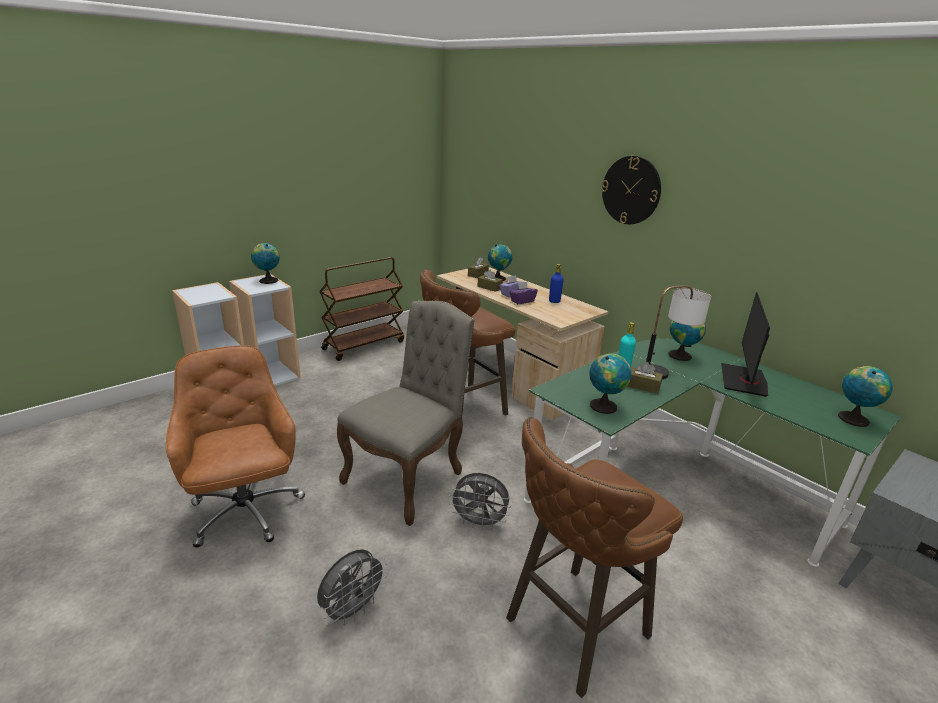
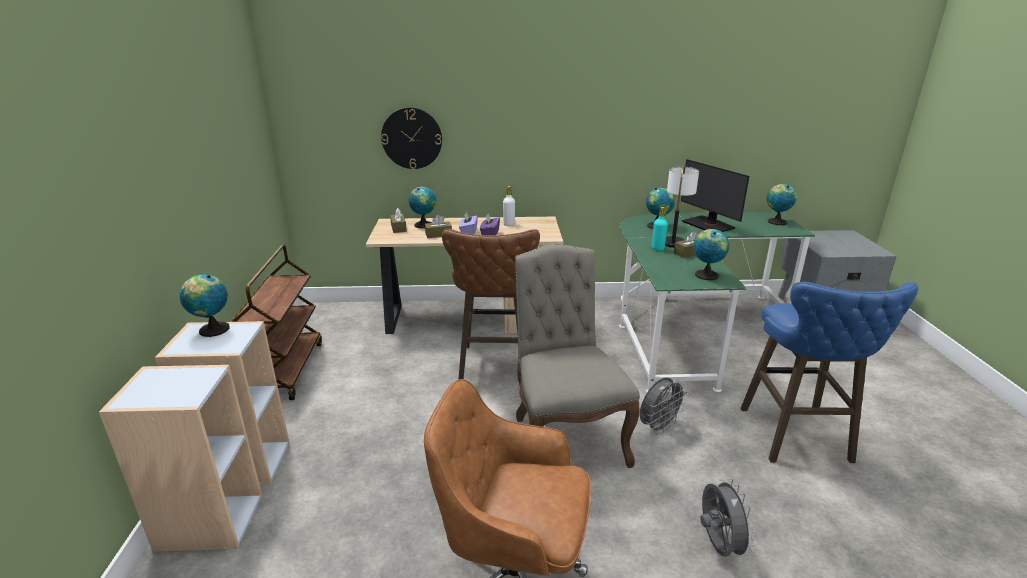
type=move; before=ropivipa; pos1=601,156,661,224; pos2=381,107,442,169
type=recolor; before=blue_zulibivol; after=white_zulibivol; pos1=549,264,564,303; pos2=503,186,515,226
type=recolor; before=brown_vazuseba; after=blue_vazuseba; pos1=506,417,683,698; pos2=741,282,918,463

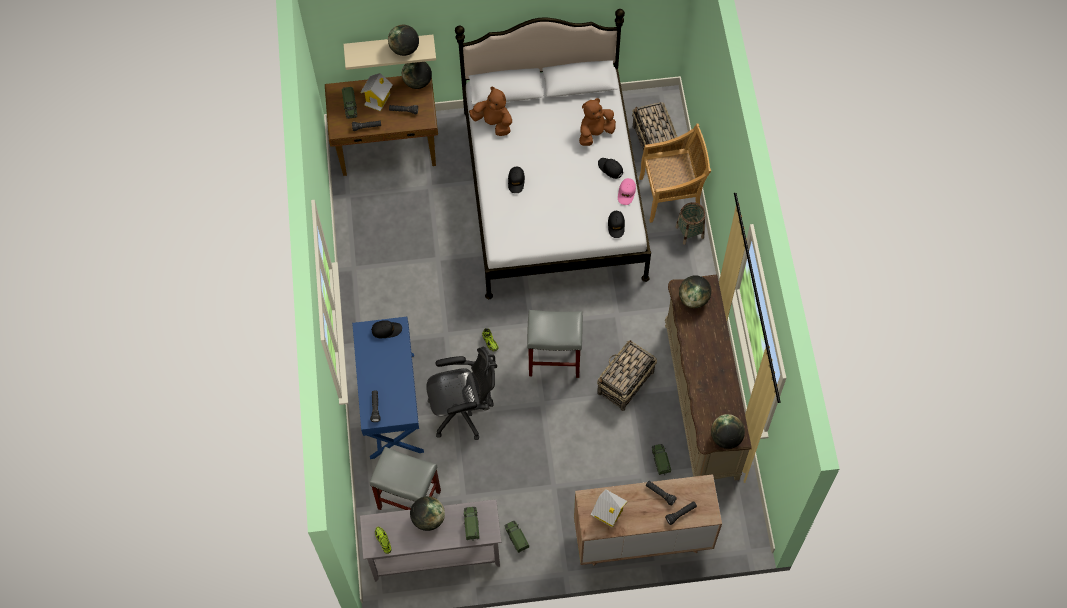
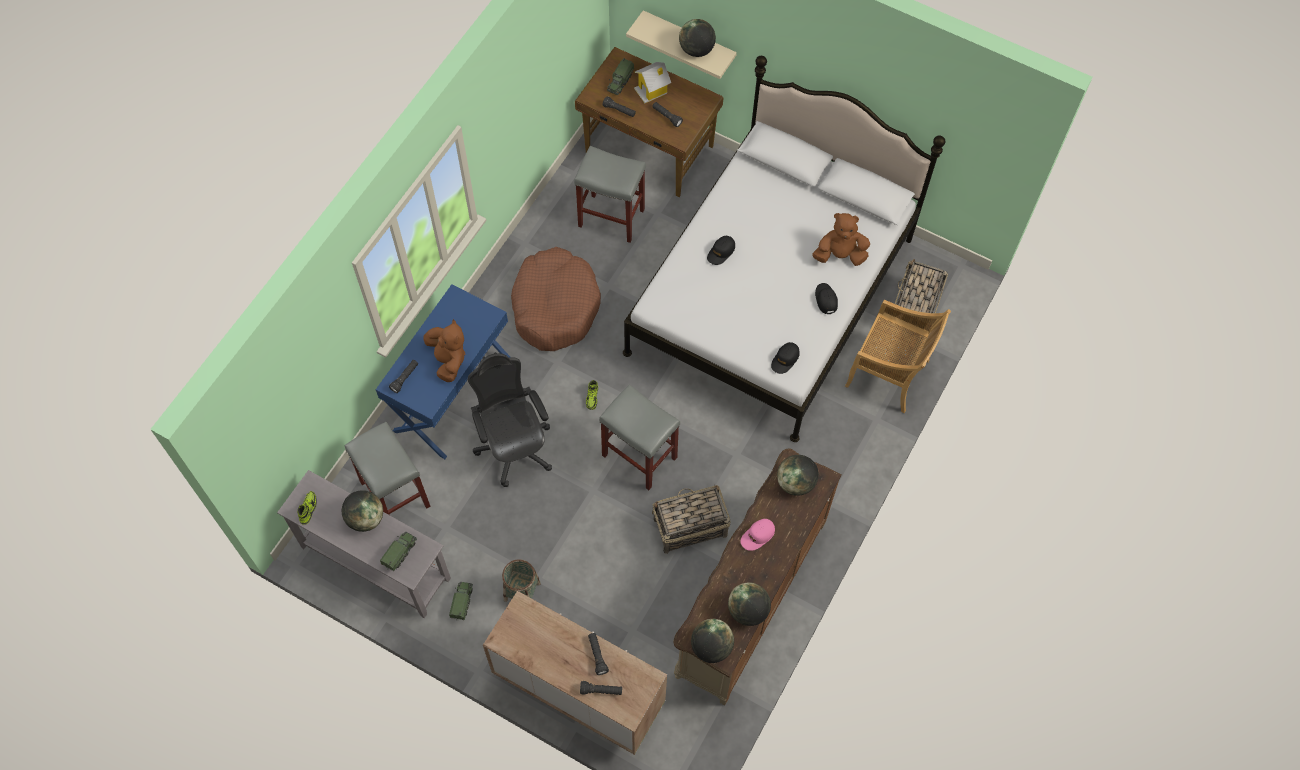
type=move; before=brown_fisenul; pos1=469,87,512,136; pos2=423,319,466,382
type=rotate; before=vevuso; pos1=426,346,497,440; pos2=468,352,552,487; turn=-135
type=move; before=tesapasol; pos1=675,202,705,245; pos2=502,559,541,602
type=insert; after=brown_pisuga; pos2=511,247,601,351
type=insert; after=grey_vazuseba; pos2=574,146,646,243
type=move; before=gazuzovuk; pos1=402,62,432,89; pos2=728,582,771,626
type=move; before=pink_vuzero; pos1=618,178,636,205; pos2=740,519,775,551
type=delete; before=black_vuzero; pos1=371,320,402,338
type=delete; before=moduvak; pos1=591,490,628,528
type=delete; before=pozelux; pos1=652,444,671,475

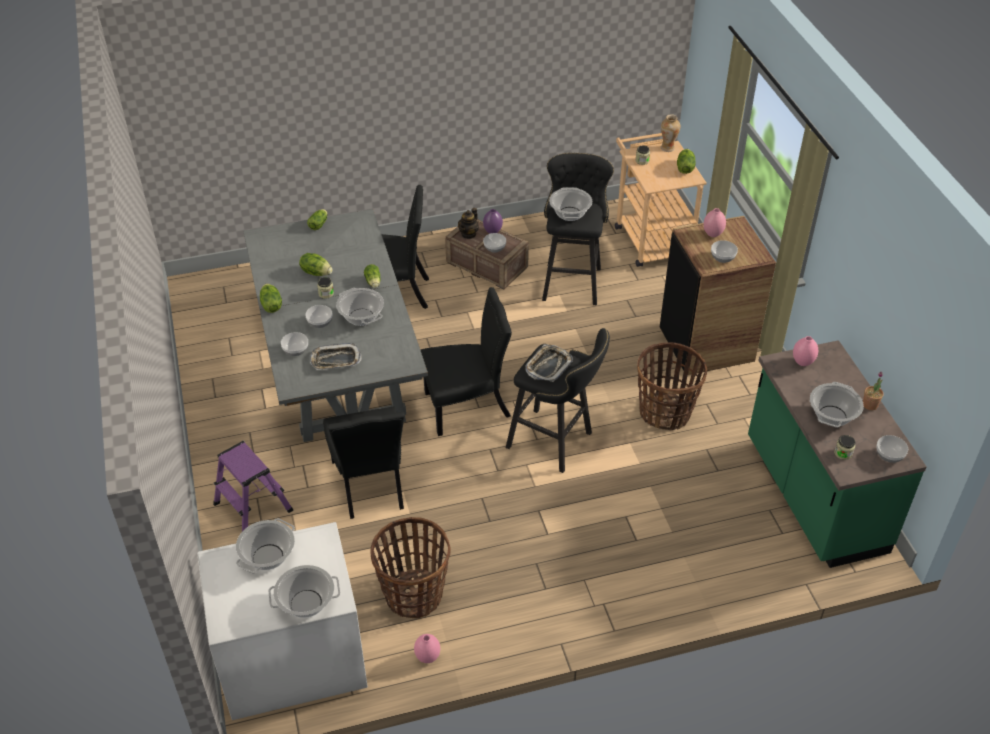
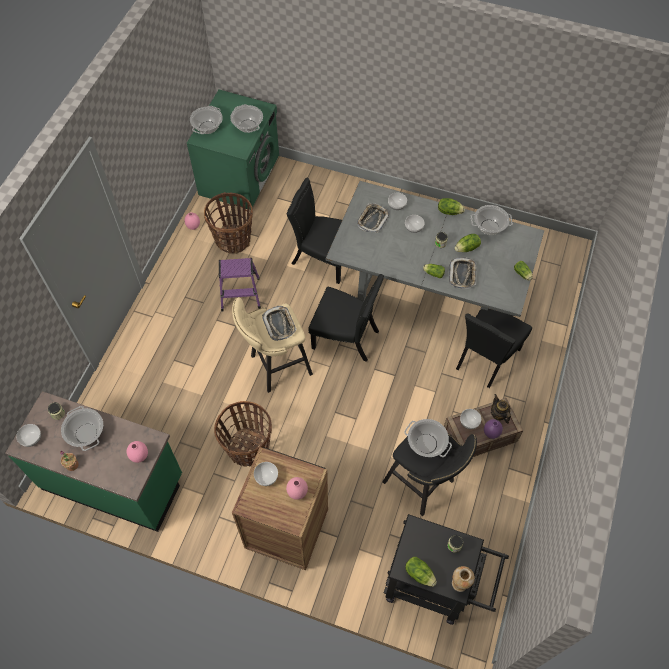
type=recolor; before=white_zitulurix; after=green_zitulurix; pos1=197,522,368,720; pos2=187,89,279,210
type=move; before=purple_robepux; pos1=213,441,293,531; pos2=219,258,261,312
type=recolor; before=black_vazuseba; after=beige_vazuseba; pos1=506,328,610,473; pos2=232,297,313,393
type=rotate; before=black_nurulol; pos1=421,287,512,436; pos2=308,274,384,362; turn=-90
type=recolor; before=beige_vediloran; after=black_vediloran; pos1=615,133,707,267; pos2=384,514,509,625
type=insert; after=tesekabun; pos2=449,257,476,289
type=move; before=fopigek; pos1=336,288,384,326; pos2=471,205,512,235

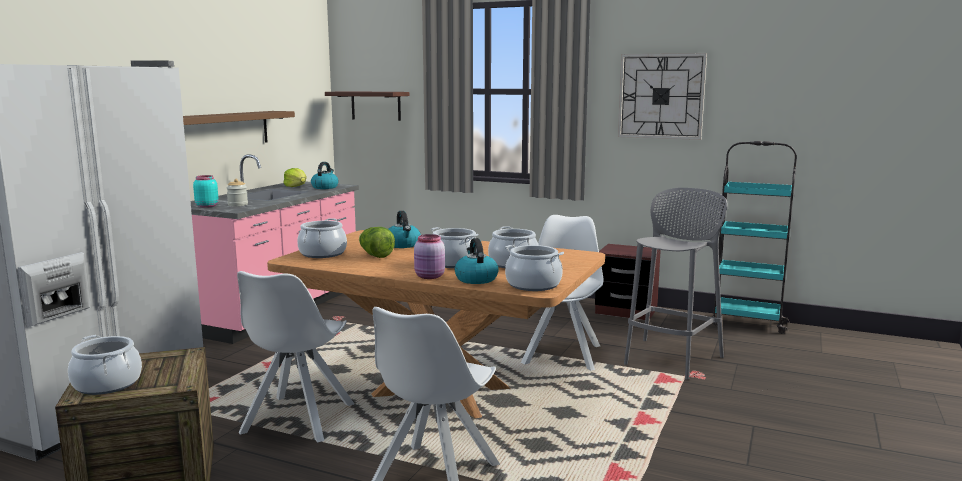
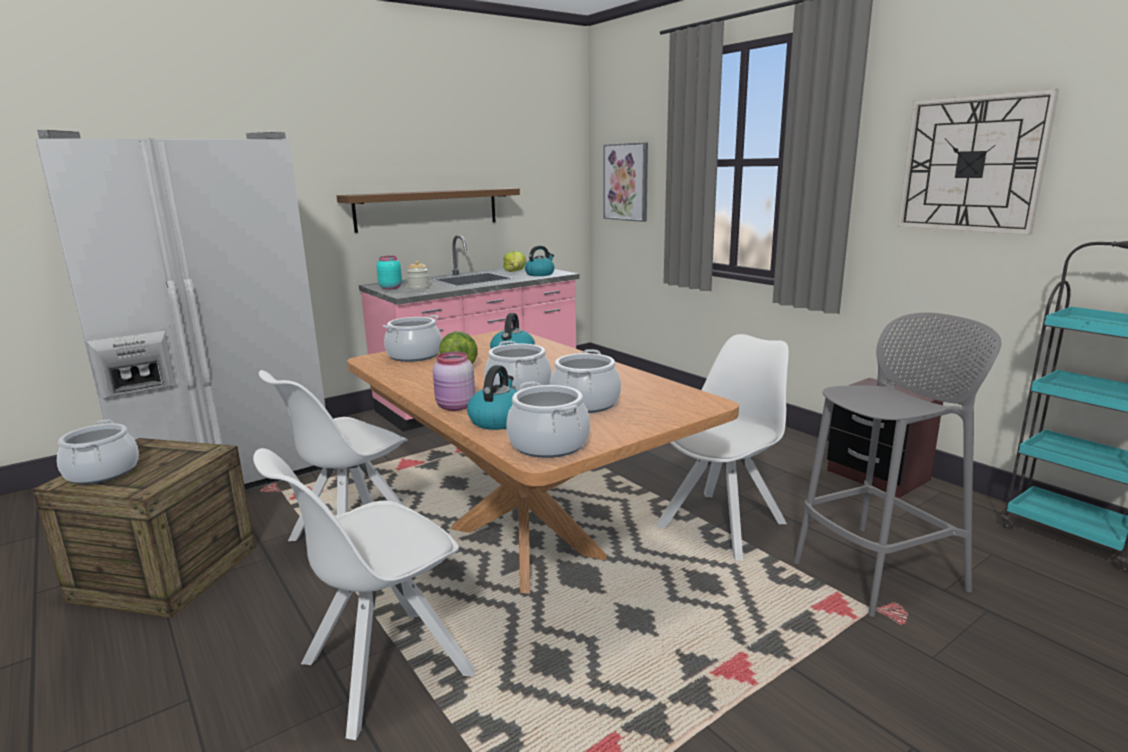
type=replace; before=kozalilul; after=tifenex; pos1=325,91,409,121; pos2=603,142,648,222

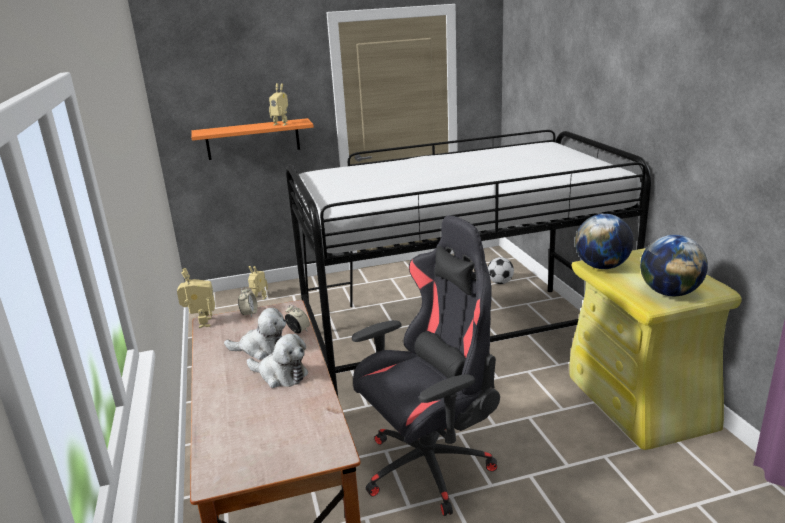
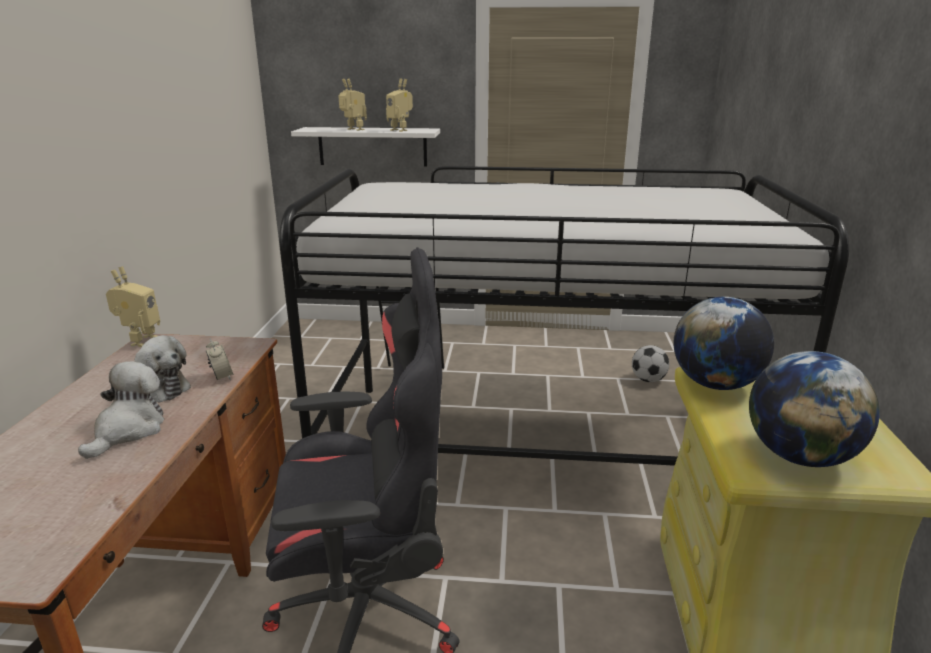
type=rotate; before=fisenul; pos1=247,334,308,388; pos2=78,361,164,459; turn=-120
type=recolor; before=orange_kozalilul; after=white_kozalilul; pos1=191,118,314,160; pos2=291,127,440,167
type=move; before=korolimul; pos1=248,266,268,299; pos2=338,79,367,131
type=delete; before=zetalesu; pos1=238,287,258,317

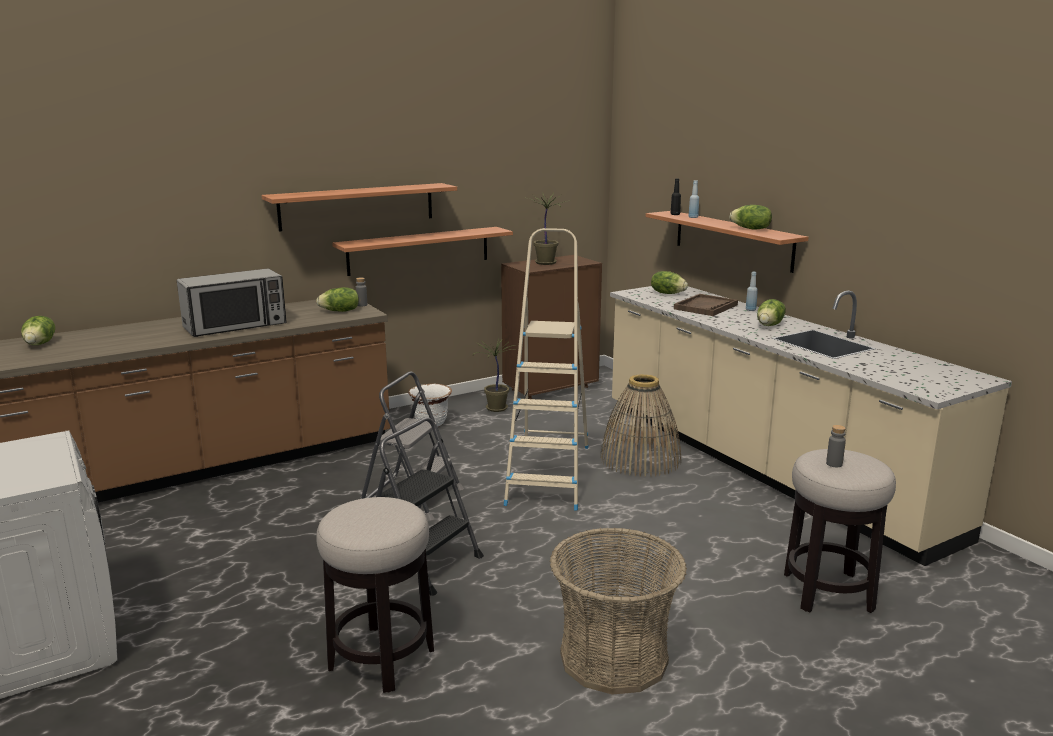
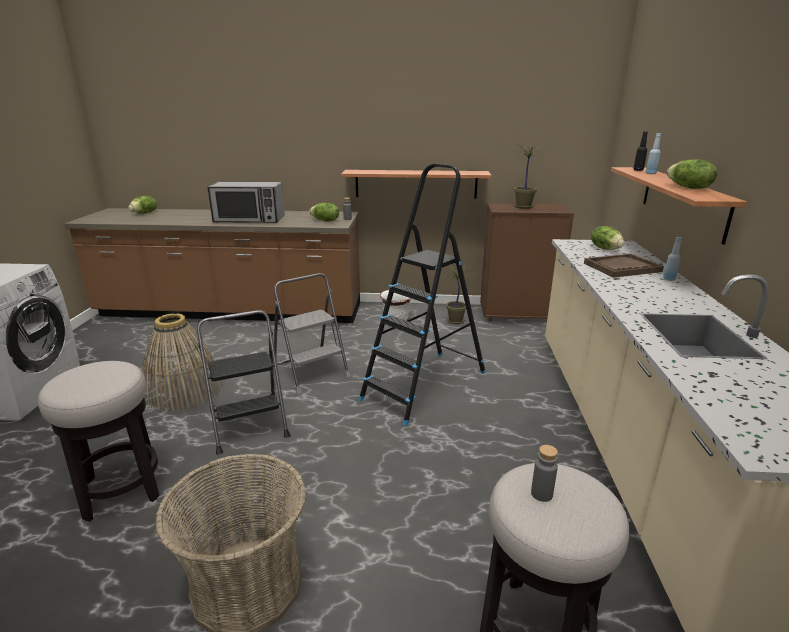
type=move; before=tesapasol; pos1=600,374,681,477; pos2=142,313,223,412
type=recolor; before=beige_robepux; after=black_robepux; pos1=504,228,589,511; pos2=359,164,486,426
type=delete; before=kozalilul; pos1=261,183,457,232
type=delete; before=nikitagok; pos1=757,299,786,326

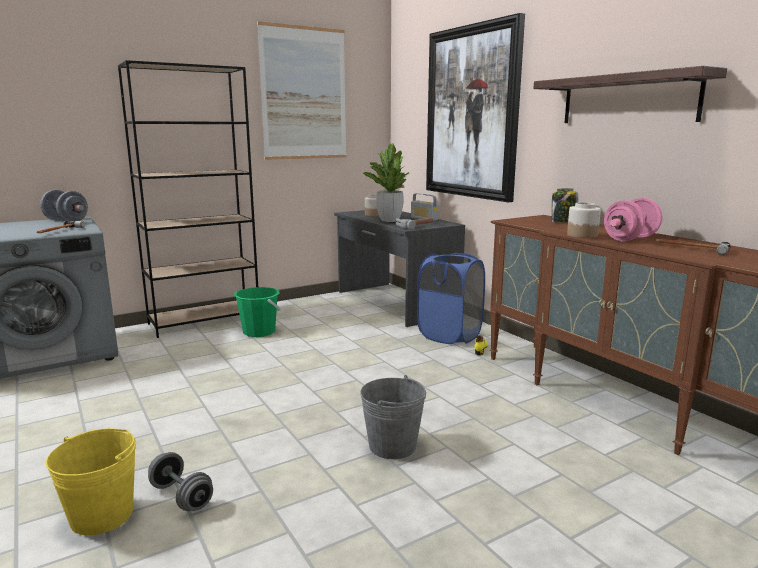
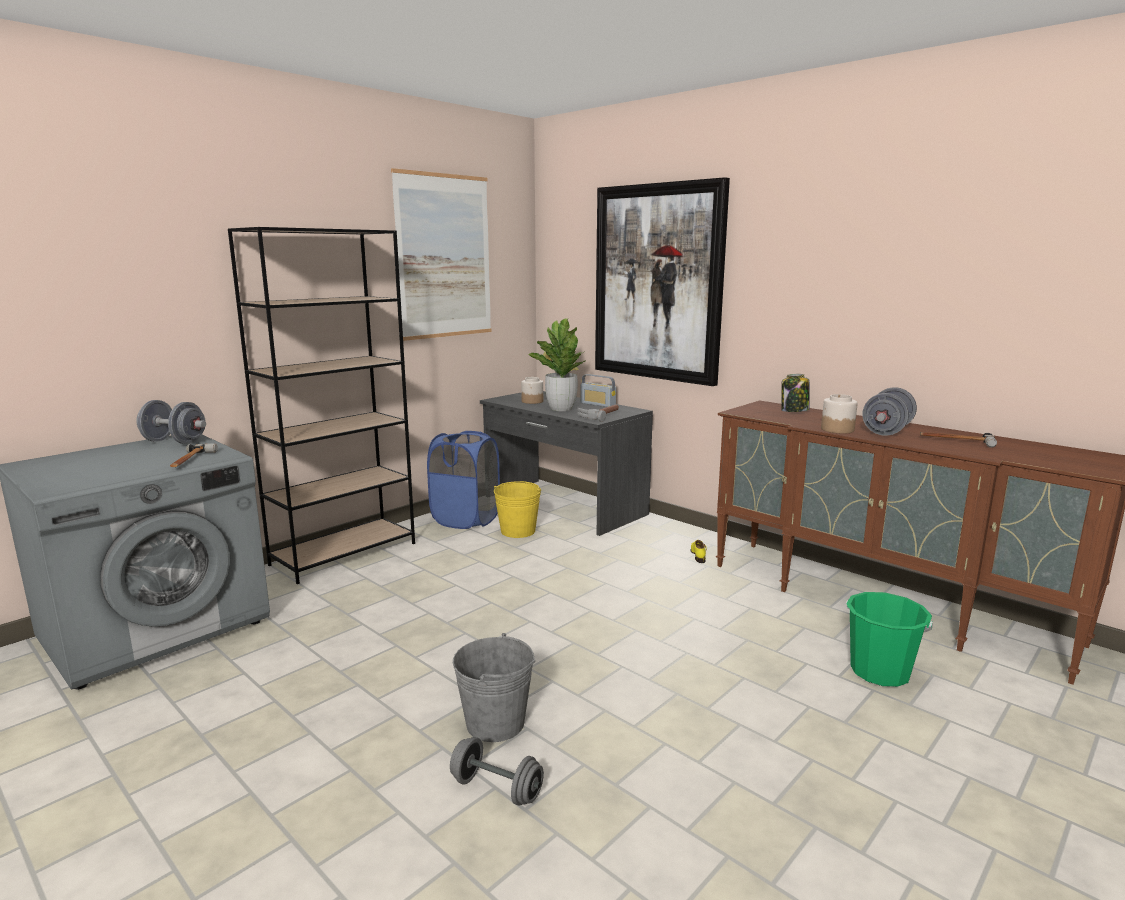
type=move; before=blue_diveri; pos1=417,253,485,344; pos2=427,431,500,529
type=move; before=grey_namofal; pos1=360,375,426,459; pos2=453,633,535,742
type=move; before=yellow_namofal; pos1=46,428,136,535; pos2=494,481,541,538
type=move; before=green_namofal; pos1=234,287,280,337; pos2=846,592,933,687
type=recolor; before=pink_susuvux; after=grey_susuvux; pos1=604,198,662,241; pos2=862,387,917,436
type=delete; before=kozalilul; pos1=533,66,727,123

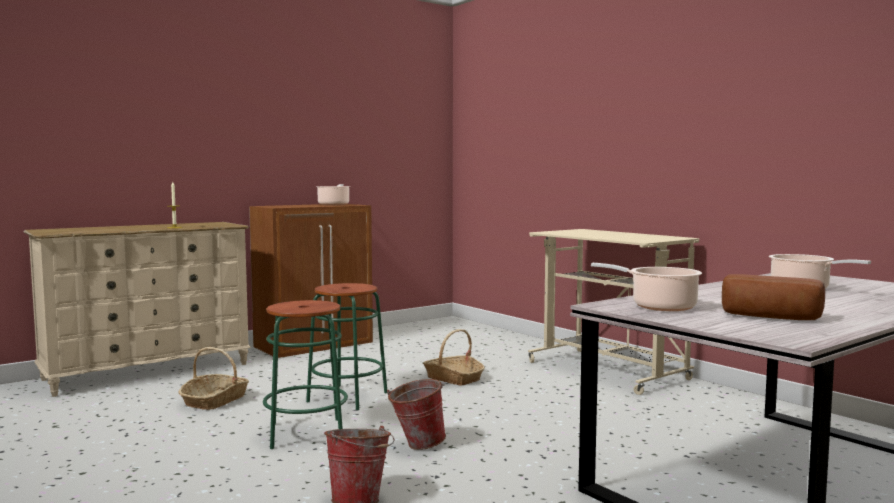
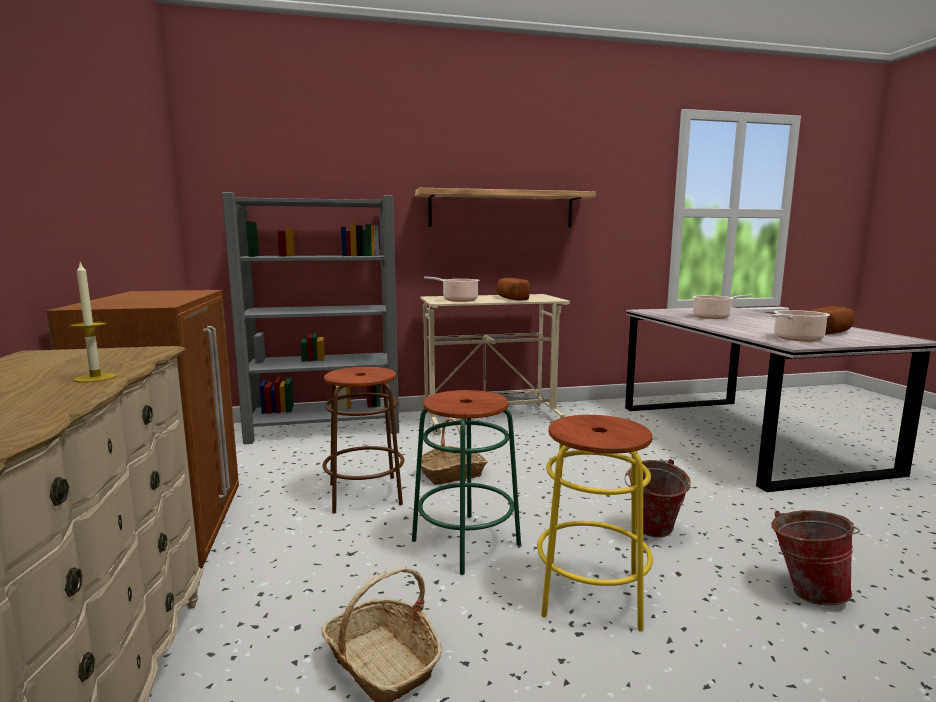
type=insert; after=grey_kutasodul; pos2=222,192,399,444
type=insert; after=brown_vazuseba; pos2=323,367,404,514
type=insert; after=kozalilul; pos2=415,188,596,227
type=move; before=fopigek; pos1=316,184,350,205; pos2=424,277,480,302
type=insert; after=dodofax; pos2=497,278,530,301
type=recolor; before=green_vazuseba; after=yellow_vazuseba; pos1=263,300,348,449; pos2=537,415,653,632

